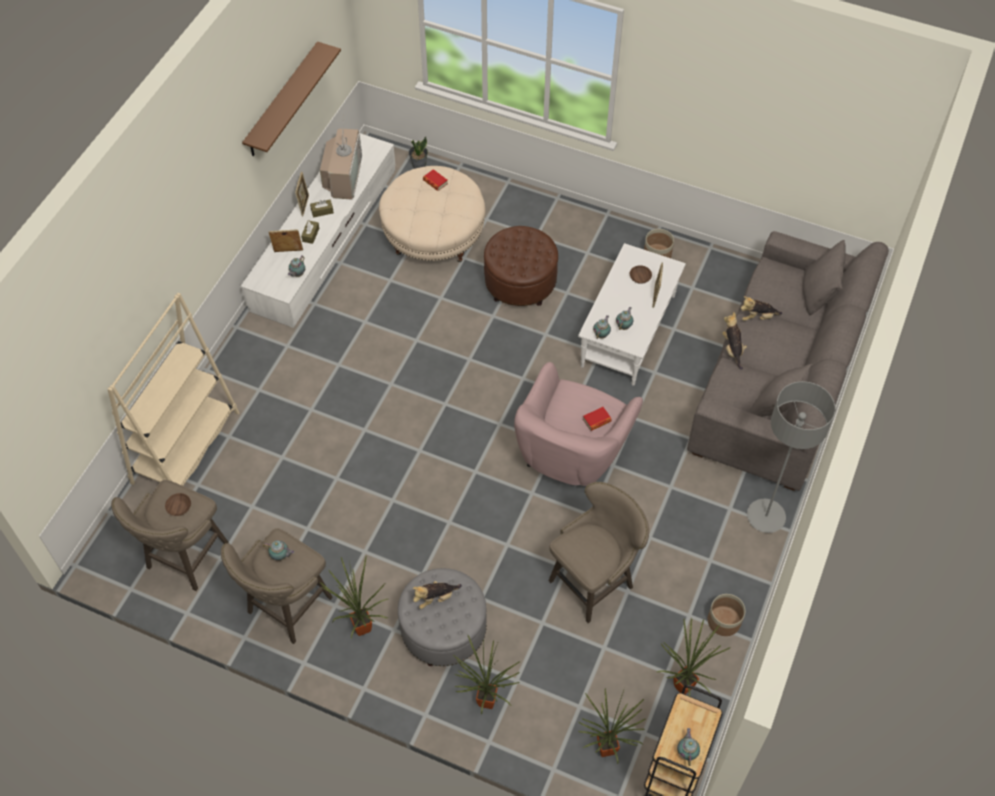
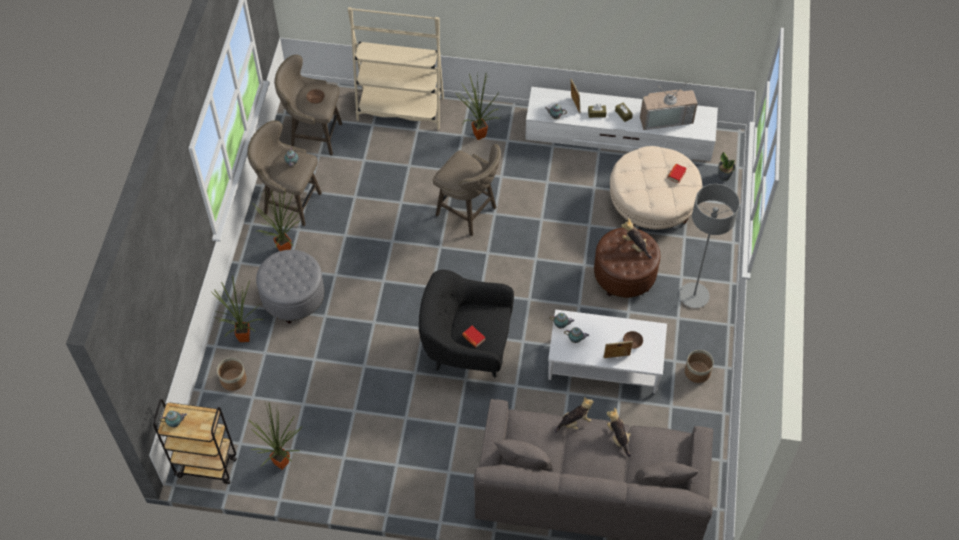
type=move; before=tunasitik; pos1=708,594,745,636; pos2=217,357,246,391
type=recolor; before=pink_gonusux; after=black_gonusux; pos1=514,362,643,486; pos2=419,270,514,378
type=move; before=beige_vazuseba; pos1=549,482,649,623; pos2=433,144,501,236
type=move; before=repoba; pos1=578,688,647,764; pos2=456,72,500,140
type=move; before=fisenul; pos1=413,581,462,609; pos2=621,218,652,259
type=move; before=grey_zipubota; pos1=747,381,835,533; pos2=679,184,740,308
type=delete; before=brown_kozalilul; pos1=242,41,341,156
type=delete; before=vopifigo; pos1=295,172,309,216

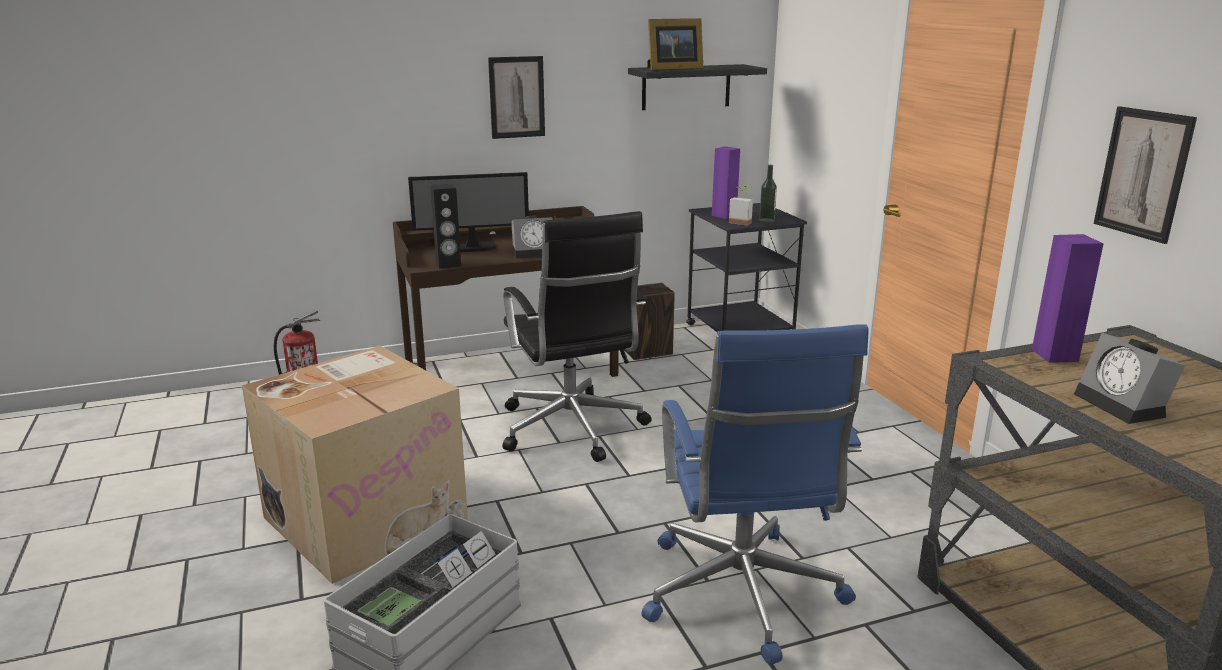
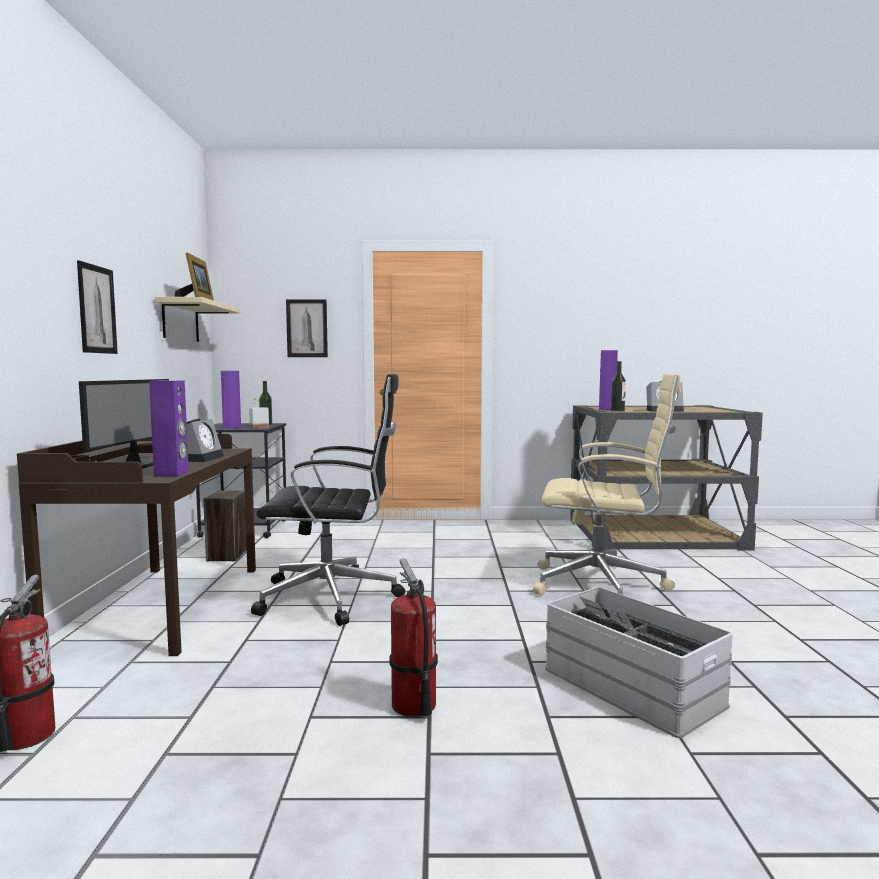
type=recolor; before=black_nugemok; after=purple_nugemok; pos1=430,184,461,269; pos2=149,381,189,476
type=recolor; before=black_kozalilul; after=beige_kozalilul; pos1=628,64,767,110; pos2=155,297,241,342
type=move; before=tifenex; pos1=1094,106,1197,244; pos2=286,299,328,357
type=replace; before=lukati; after=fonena; pos1=242,346,468,584; pos2=389,558,438,717
type=recolor; before=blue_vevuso; after=beige_vevuso; pos1=642,324,869,664; pos2=533,374,681,596
type=insert; after=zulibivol; pos2=611,361,626,412

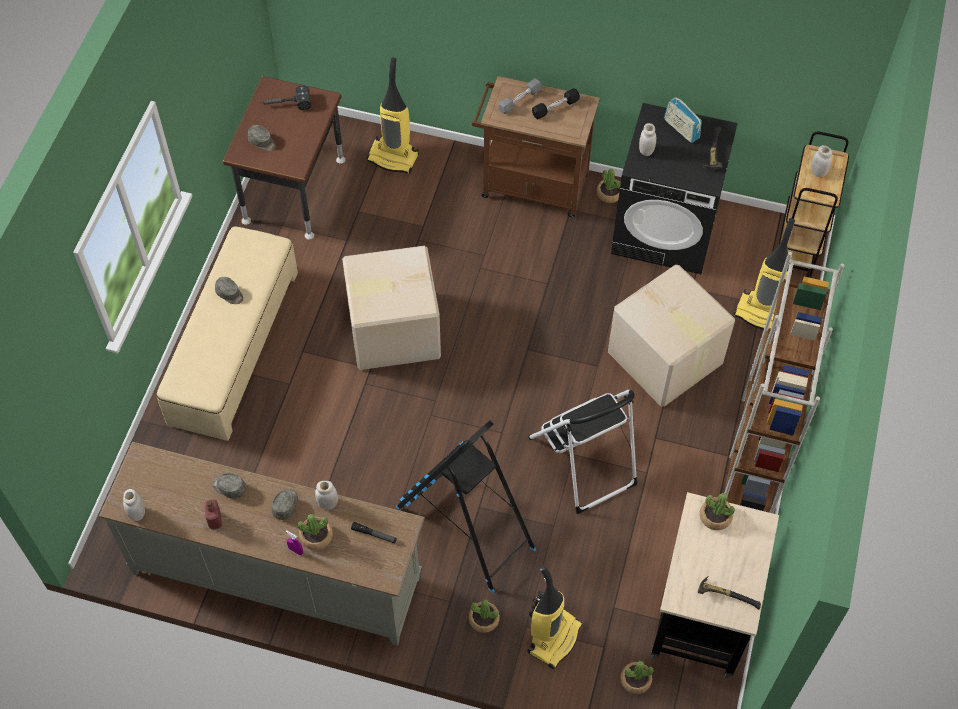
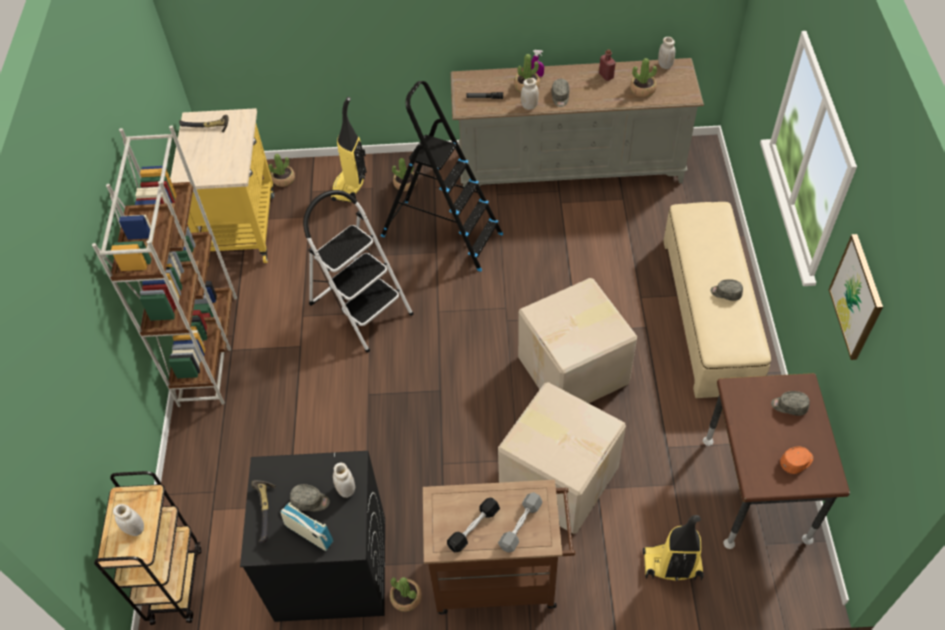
type=recolor; before=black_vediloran; after=yellow_vediloran; pos1=650,492,779,679; pos2=170,108,275,265
type=move; before=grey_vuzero; pos1=213,473,246,499; pos2=290,484,330,511
type=move; before=lukati; pos1=608,265,735,407; pos2=498,382,626,534
type=move; before=repoba; pos1=700,493,735,530; pos2=630,58,657,97
type=replace; before=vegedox; after=orange_vuzero; pos1=262,85,311,110; pos2=780,447,813,474
type=insert; after=tifenex; pos2=828,234,883,360
type=delete; before=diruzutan; pos1=734,218,795,330

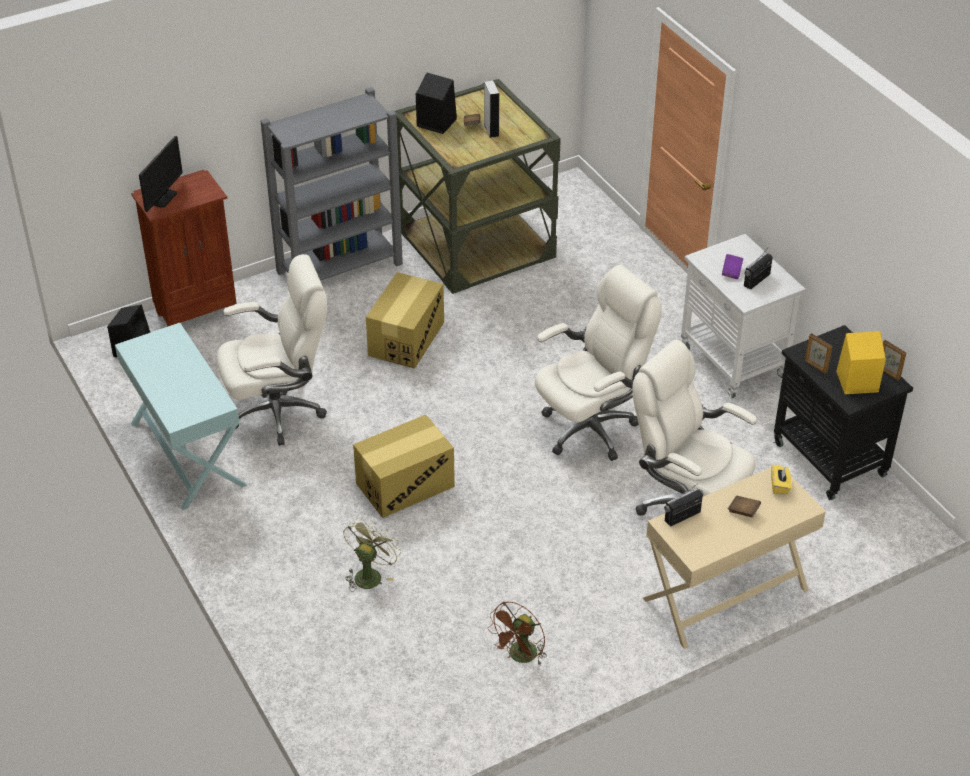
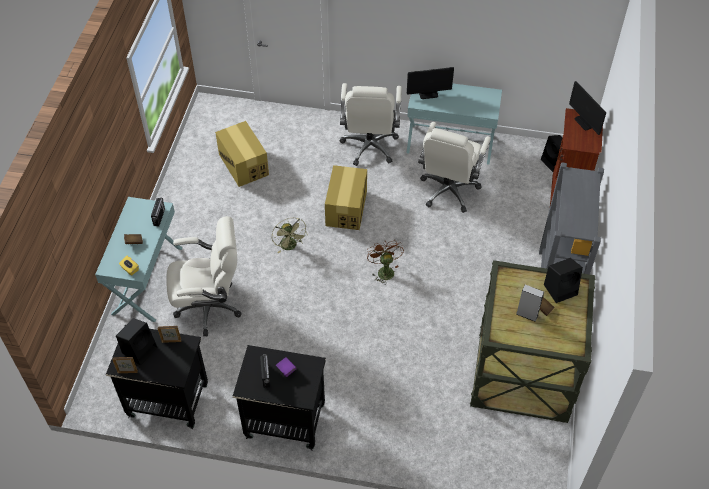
type=recolor; before=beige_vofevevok; after=turquoise_vofevevok; pos1=643,464,826,649; pos2=95,197,182,322
type=recolor; before=yellow_nugemok; after=black_nugemok; pos1=836,331,886,394; pos2=116,318,157,365
type=move; before=lukati; pos1=366,272,444,369; pos2=215,121,269,187
type=recolor; before=white_vediloran; after=black_vediloran; pos1=681,234,806,398; pos2=233,345,326,450
type=move; before=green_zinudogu; pos1=343,518,401,592; pos2=272,218,308,254
type=move; before=white_vevuso; pos1=535,265,662,461; pos2=340,83,402,166
type=move; before=brown_zinudogu; pos1=488,602,547,665; pos2=367,240,404,285
type=insert; after=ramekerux; pos2=407,67,454,99

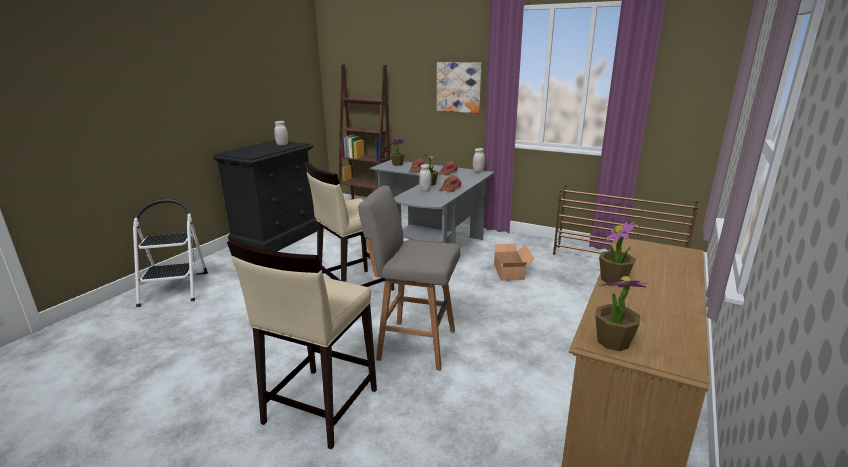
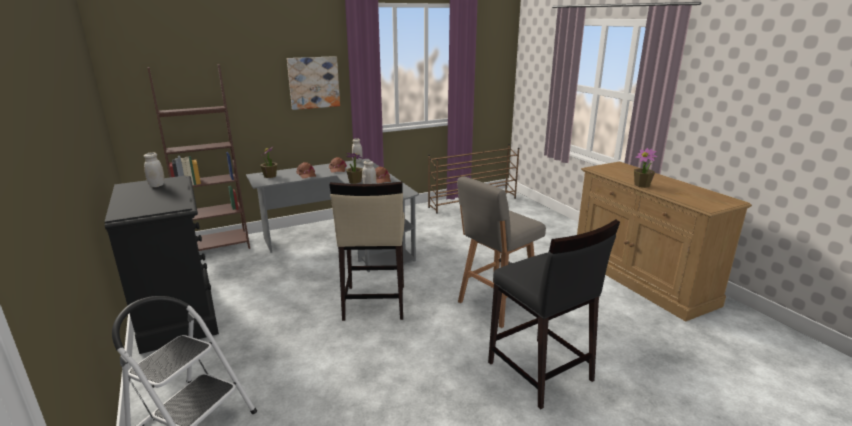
type=recolor; before=beige_vazuseba; after=black_vazuseba; pos1=227,239,377,450; pos2=488,219,620,409
type=delete; before=lukati; pos1=494,244,535,281
type=delete; before=repoba; pos1=595,276,646,351

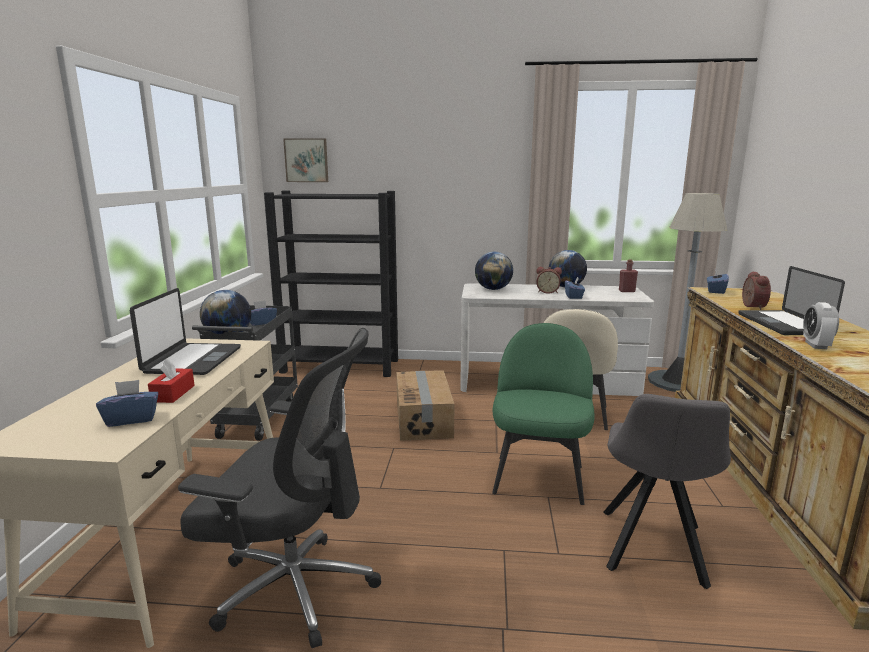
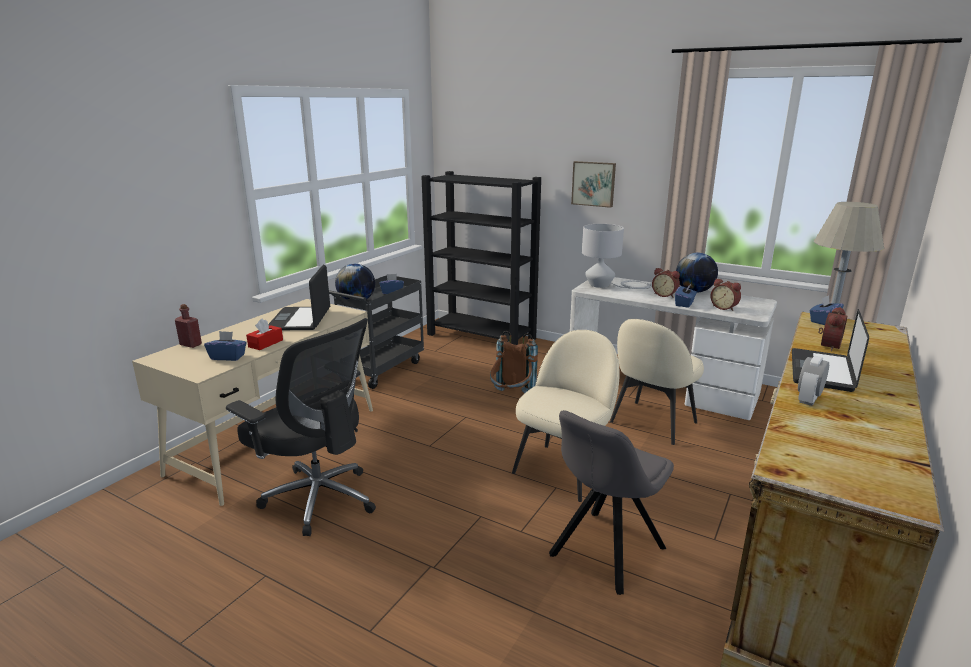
type=move; before=red_zulibivol; pos1=619,259,638,292; pos2=175,304,202,348
type=rotate; before=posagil; pos1=130,288,241,375; pos2=268,265,330,330; turn=150
type=replace; before=lukati; after=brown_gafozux; pos1=396,370,455,441; pos2=490,331,538,393
type=recolor; before=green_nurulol; after=beige_nurulol; pos1=492,323,595,505; pos2=512,330,619,502
type=move; before=tifenex; pos1=283,138,328,182; pos2=571,161,616,208
type=replace; before=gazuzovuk; after=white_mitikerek; pos1=475,252,513,290; pos2=582,224,652,289
type=insert; after=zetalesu; pos2=710,279,741,311

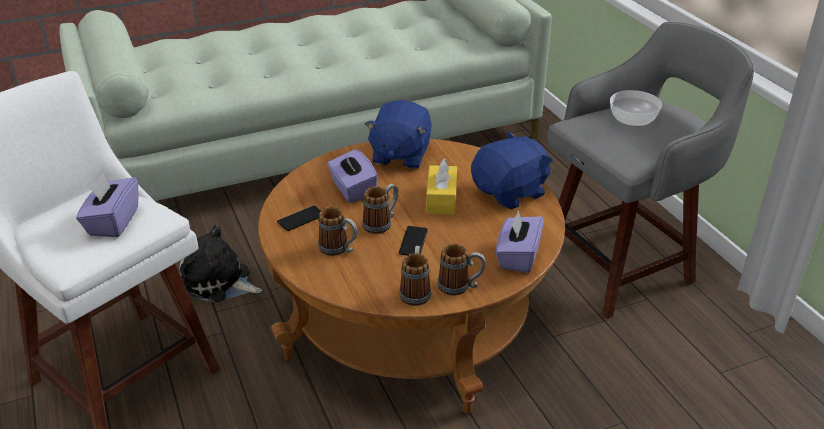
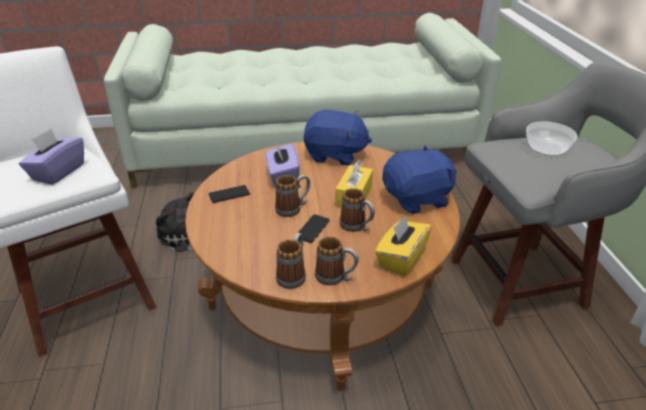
type=rotate; before=blue_fisenul; pos1=365,100,432,169; pos2=304,110,372,165; turn=-105
type=move; before=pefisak; pos1=318,207,358,256; pos2=340,188,375,232
type=recolor; before=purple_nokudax; after=yellow_nokudax; pos1=496,210,544,273; pos2=375,215,432,276

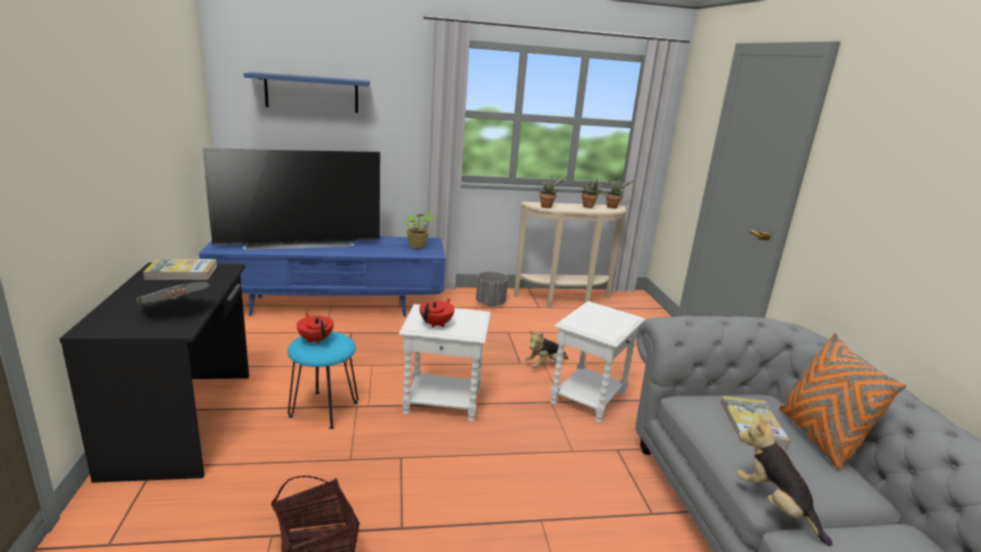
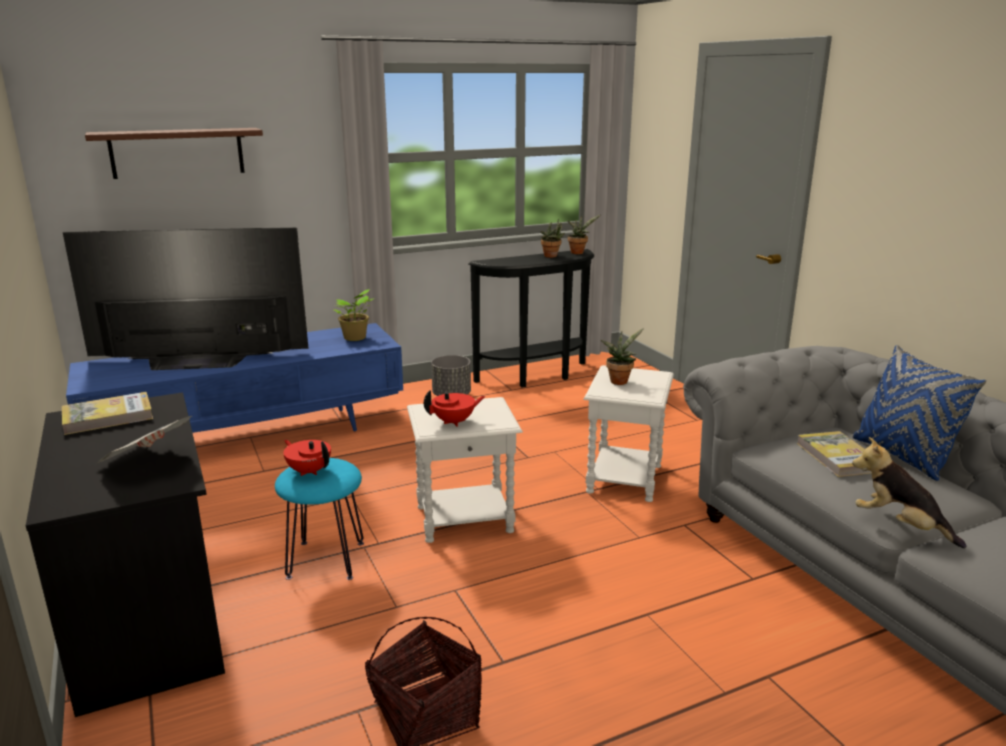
type=rotate; before=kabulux; pos1=202,148,380,250; pos2=63,227,308,370; turn=-150
type=recolor; before=blue_kozalilul; after=brown_kozalilul; pos1=244,72,370,113; pos2=85,128,263,179
type=rotate; before=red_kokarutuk; pos1=419,299,455,328; pos2=424,390,485,427; turn=60
type=recolor; before=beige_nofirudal; after=black_nofirudal; pos1=514,202,627,307; pos2=468,249,594,388
type=move; before=repoba; pos1=539,176,567,208; pos2=601,328,644,385
type=recolor; before=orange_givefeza; after=blue_givefeza; pos1=779,333,906,470; pos2=852,345,986,481
type=delete; before=fisenul; pos1=525,331,568,368

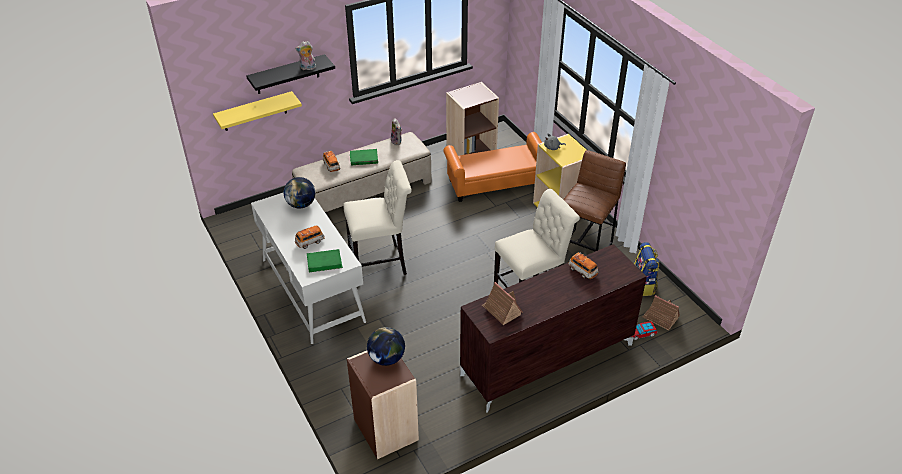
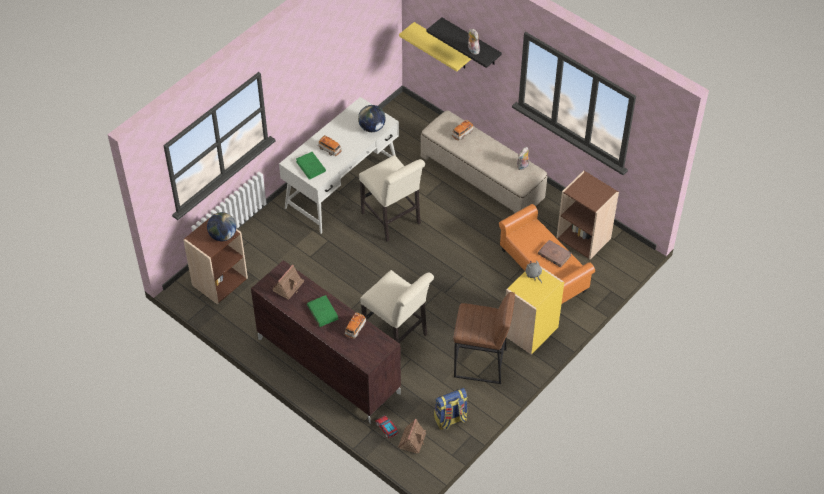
type=move; before=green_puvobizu; pos1=350,149,378,165; pos2=307,295,338,327
type=insert; after=brown_puvobizu; pos2=538,240,572,268

